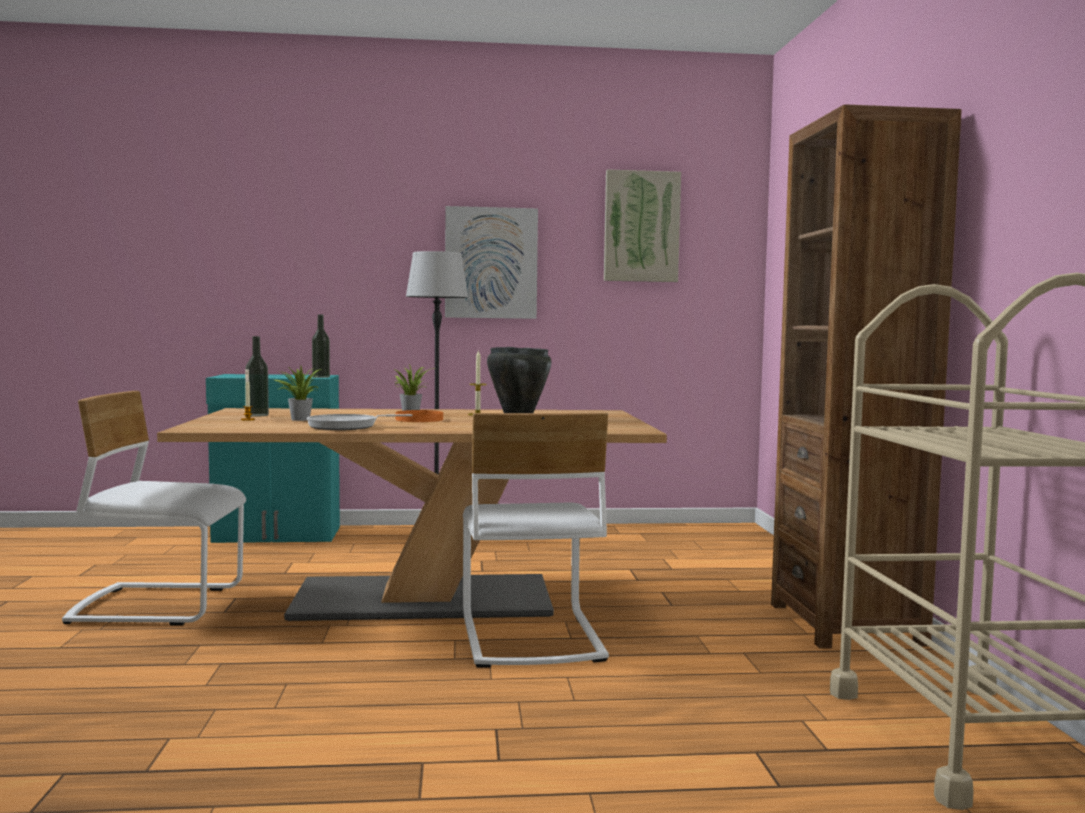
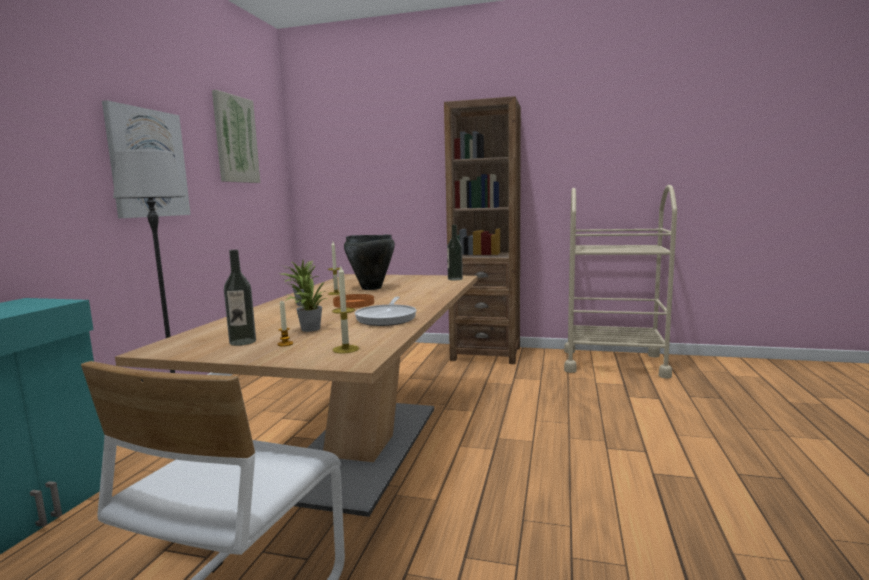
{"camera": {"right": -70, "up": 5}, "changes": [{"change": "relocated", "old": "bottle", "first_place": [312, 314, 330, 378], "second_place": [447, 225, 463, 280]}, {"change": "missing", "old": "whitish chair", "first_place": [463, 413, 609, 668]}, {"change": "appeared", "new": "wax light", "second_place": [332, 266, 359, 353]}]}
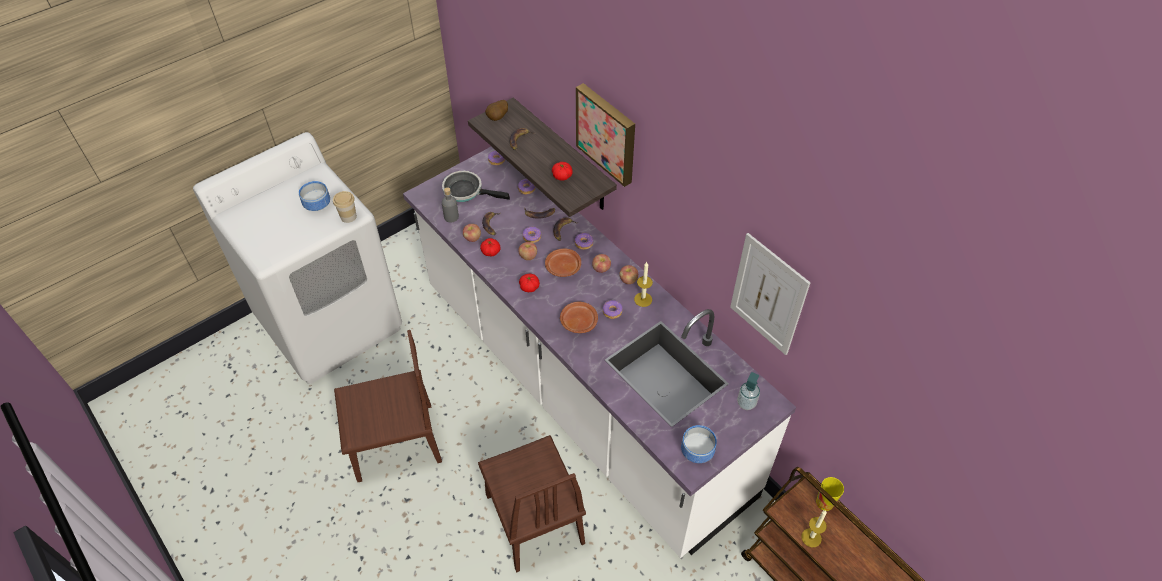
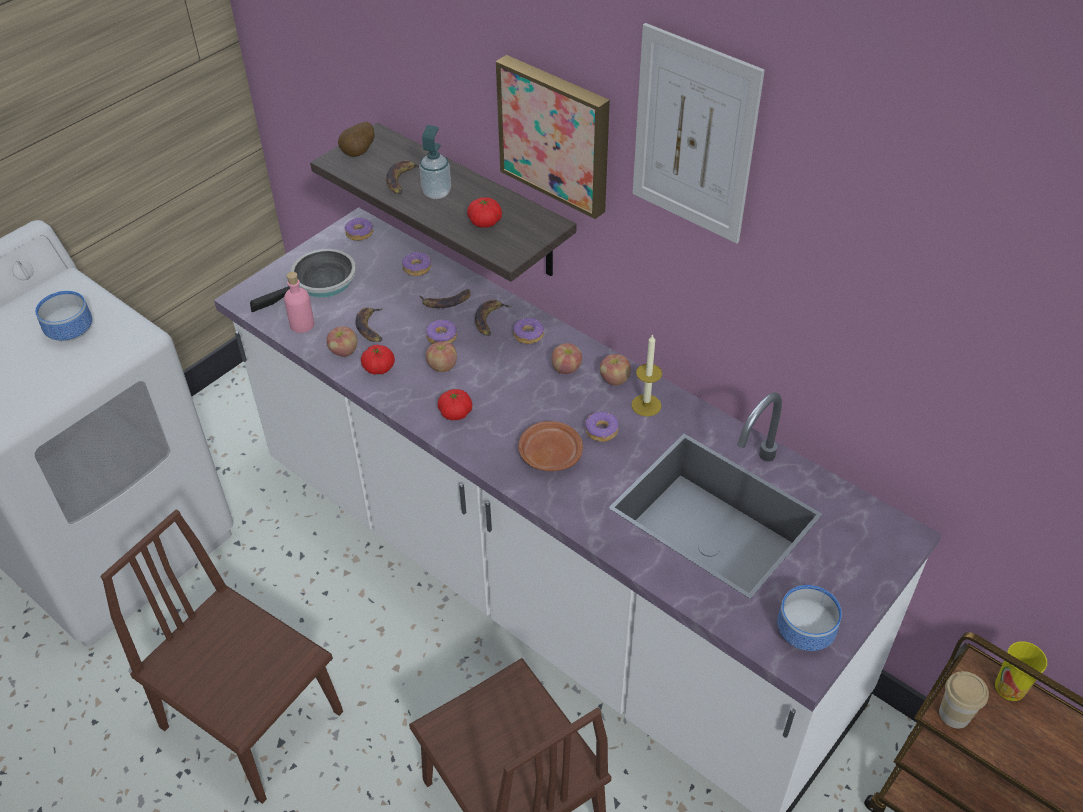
{"camera": {"right": -10, "up": -5}, "changes": [{"change": "relocated", "old": "cup", "first_place": [333, 191, 357, 223], "second_place": [939, 671, 989, 728]}, {"change": "spun", "old": "brown-coloured chair", "first_place": [334, 330, 442, 482], "second_place": [101, 510, 343, 804], "degrees": -120}, {"change": "spun", "old": "pan", "first_place": [442, 171, 510, 202], "second_place": [250, 249, 356, 312], "degrees": 135}, {"change": "colour", "old": "grey bottle", "new": "pinkish bottle", "first_place": [442, 187, 459, 223], "second_place": [284, 272, 314, 333]}, {"change": "missing", "old": "brown-coloured flat dish", "first_place": [545, 249, 581, 277]}, {"change": "relocated", "old": "picture", "first_place": [730, 233, 811, 355], "second_place": [632, 23, 765, 244]}, {"change": "relocated", "old": "soap bottle", "first_place": [737, 372, 760, 410], "second_place": [419, 125, 451, 199]}, {"change": "missing", "old": "wax light", "first_place": [801, 510, 827, 547]}]}
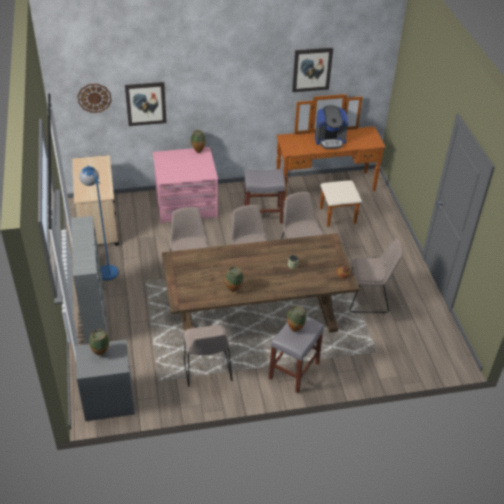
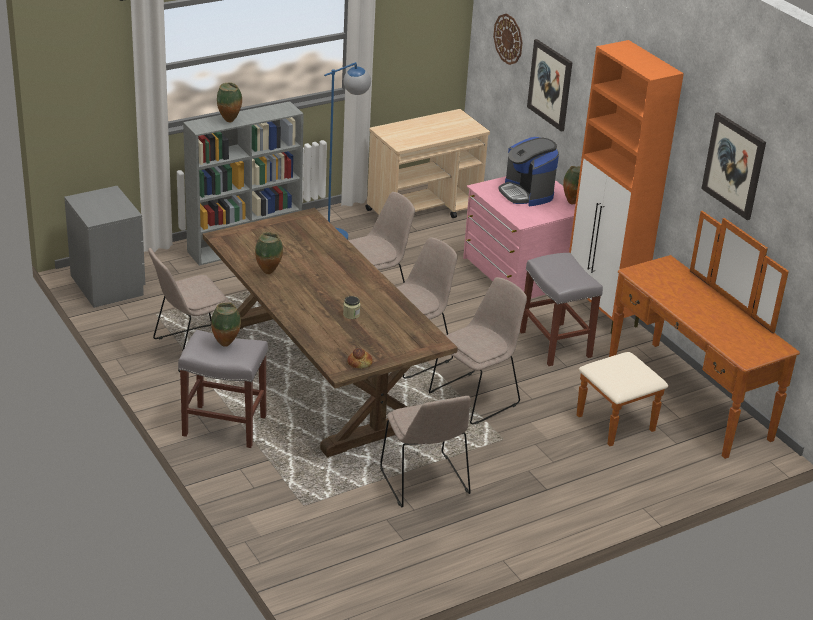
{"camera": {"right": 70, "up": -10}, "changes": [{"change": "relocated", "old": "vase", "first_place": [89, 329, 109, 356], "second_place": [217, 82, 242, 122]}, {"change": "relocated", "old": "coffee brewer", "first_place": [315, 105, 348, 149], "second_place": [499, 137, 559, 206]}, {"change": "appeared", "new": "orange storage cabinet", "second_place": [569, 40, 684, 335]}]}
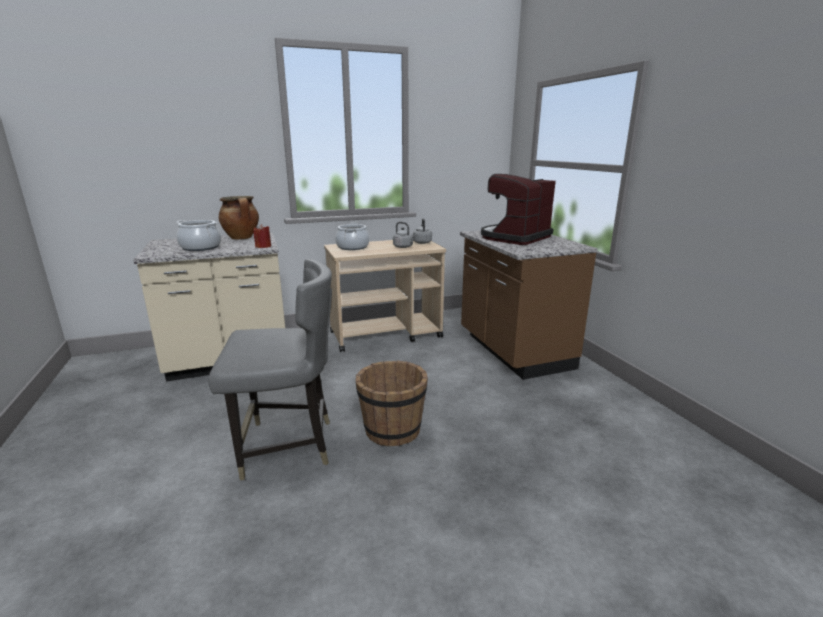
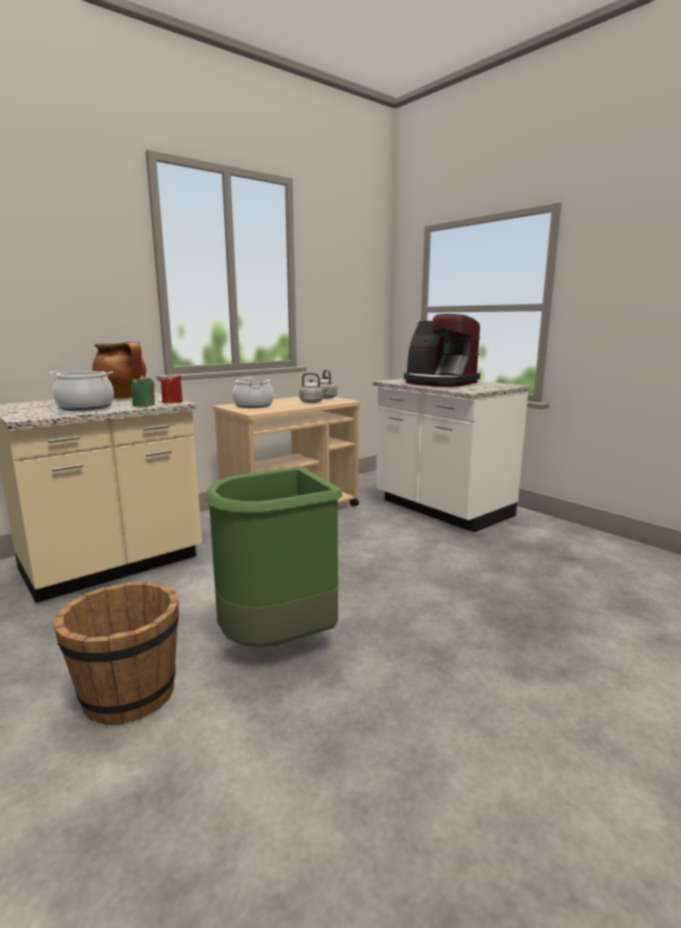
{"camera": {"right": -20, "up": -5}, "changes": [{"change": "exchanged", "old": "grey chair", "new": "green rubbish bin", "first_place": [208, 259, 332, 480], "second_place": [204, 467, 342, 647]}, {"change": "relocated", "old": "brown-coloured bucket", "first_place": [355, 361, 428, 446], "second_place": [54, 581, 179, 725]}, {"change": "colour", "old": "brown-coloured kitchen base unit", "new": "whitish kitchen base unit", "first_place": [460, 230, 598, 380], "second_place": [373, 378, 530, 532]}, {"change": "spun", "old": "coffee brewer", "first_place": [481, 174, 556, 245], "second_place": [404, 314, 480, 387], "degrees": -75}, {"change": "appeared", "new": "green wax light", "second_place": [131, 375, 155, 406]}]}
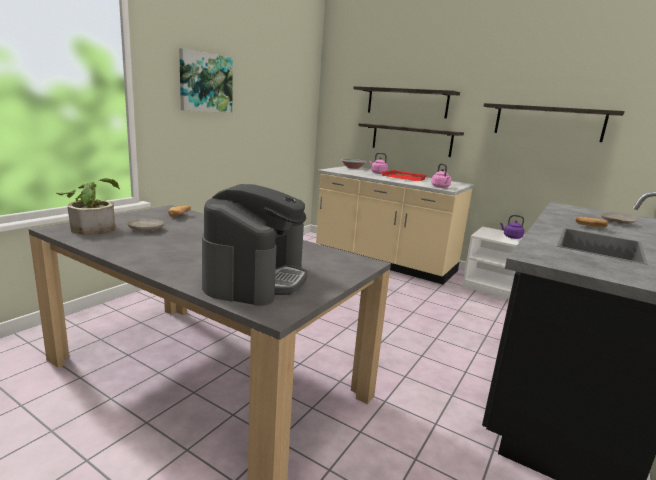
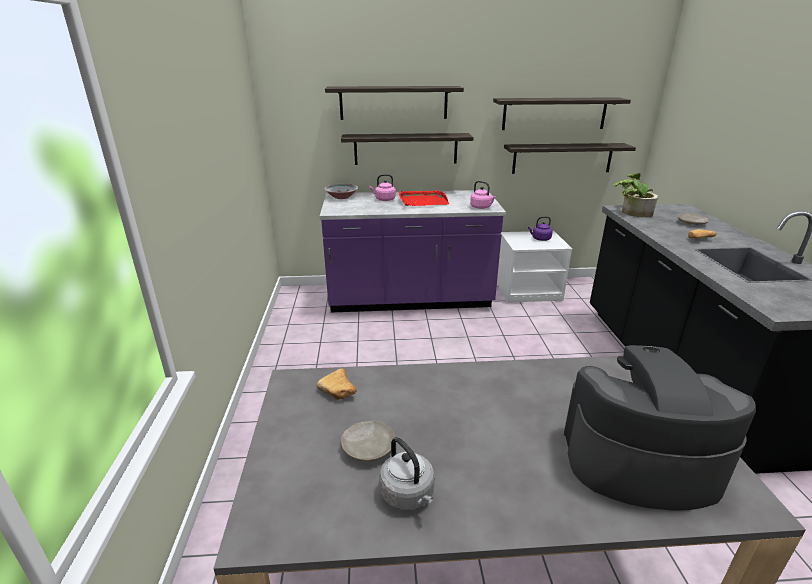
{"camera": {"right": -35, "up": 10}, "changes": [{"change": "relocated", "old": "houseplant", "first_place": [56, 178, 120, 235], "second_place": [613, 173, 658, 217]}, {"change": "missing", "old": "picture", "first_place": [179, 48, 233, 113]}, {"change": "spun", "old": "coffee brewer", "first_place": [202, 184, 307, 306], "second_place": [564, 345, 756, 510], "degrees": -60}, {"change": "colour", "old": "beige-coloured kitchen base unit", "new": "purple-coloured kitchen base unit", "first_place": [316, 166, 474, 284], "second_place": [320, 190, 506, 312]}, {"change": "appeared", "new": "grey kettle", "second_place": [379, 437, 435, 511]}, {"change": "appeared", "new": "bracket shelf", "second_place": [504, 143, 636, 174]}]}
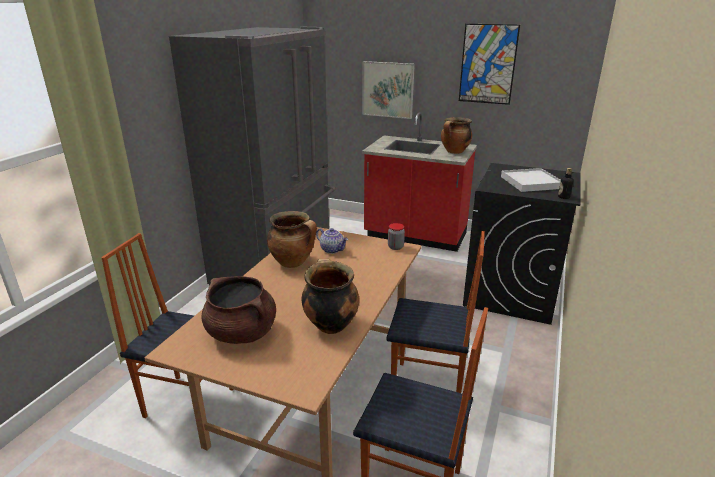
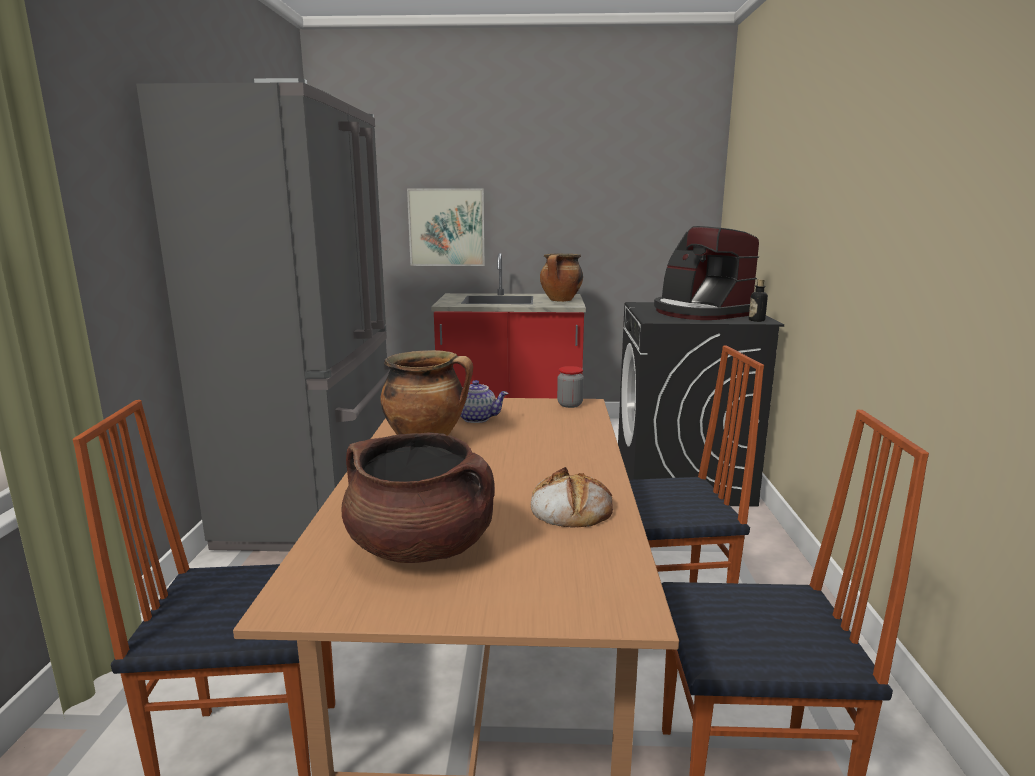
{"camera": {"right": -20, "up": -10}, "changes": [{"change": "exchanged", "old": "saucepot", "new": "baked bread", "first_place": [301, 259, 359, 334], "second_place": [531, 467, 613, 527]}, {"change": "missing", "old": "picture", "first_place": [459, 24, 520, 105]}, {"change": "exchanged", "old": "whitish serving tray", "new": "coffee brewer", "first_place": [501, 168, 561, 192], "second_place": [654, 226, 759, 320]}]}
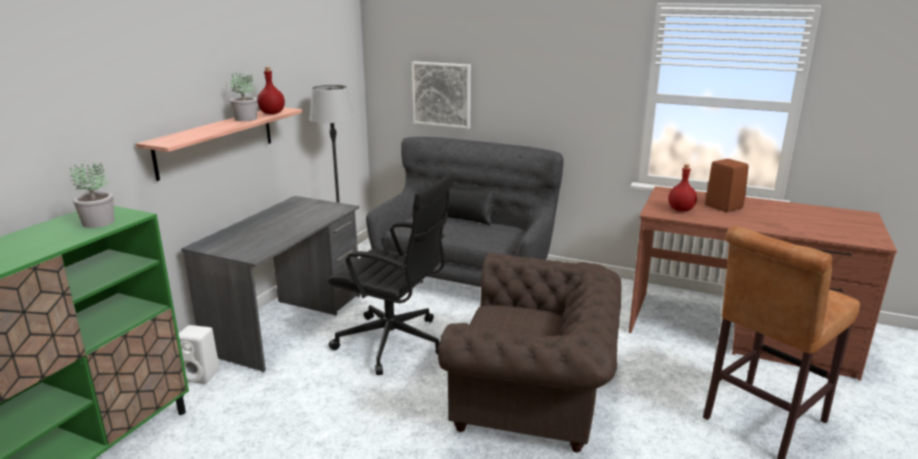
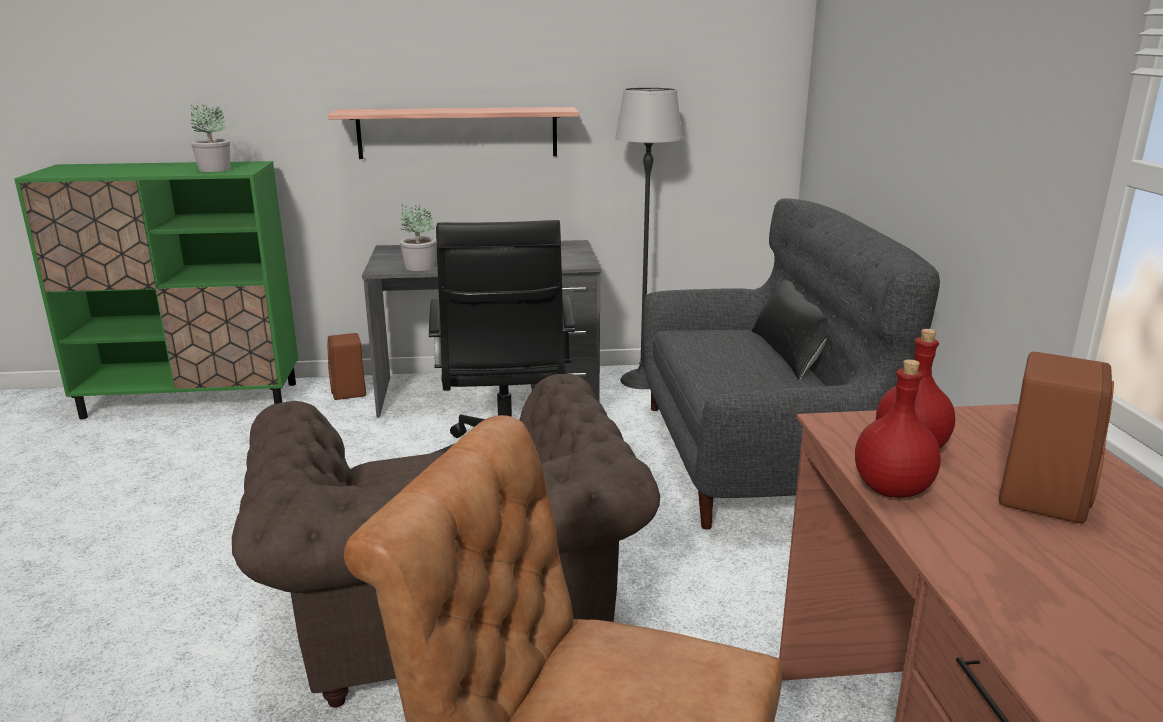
{"camera": {"right": 60, "up": 0}, "changes": [{"change": "colour", "old": "whitish speaker", "new": "brown-coloured speaker", "first_place": [179, 325, 220, 384], "second_place": [327, 333, 366, 400]}, {"change": "relocated", "old": "houseplant", "first_place": [230, 73, 257, 121], "second_place": [400, 203, 436, 271]}, {"change": "relocated", "old": "red bottle", "first_place": [257, 67, 285, 114], "second_place": [855, 359, 941, 498]}, {"change": "missing", "old": "picture", "first_place": [412, 61, 471, 129]}]}
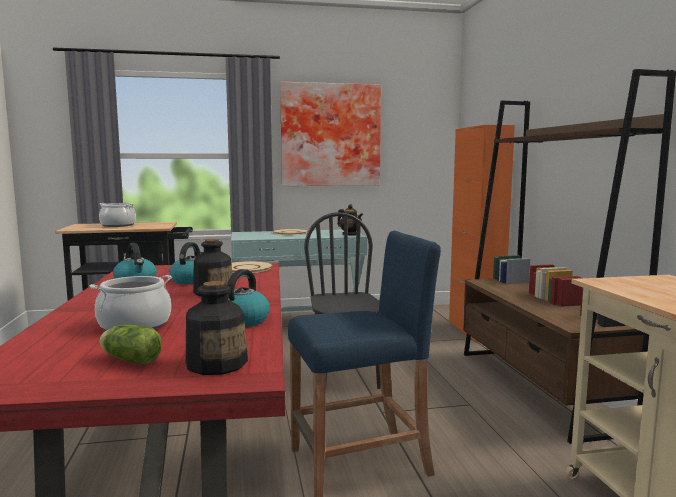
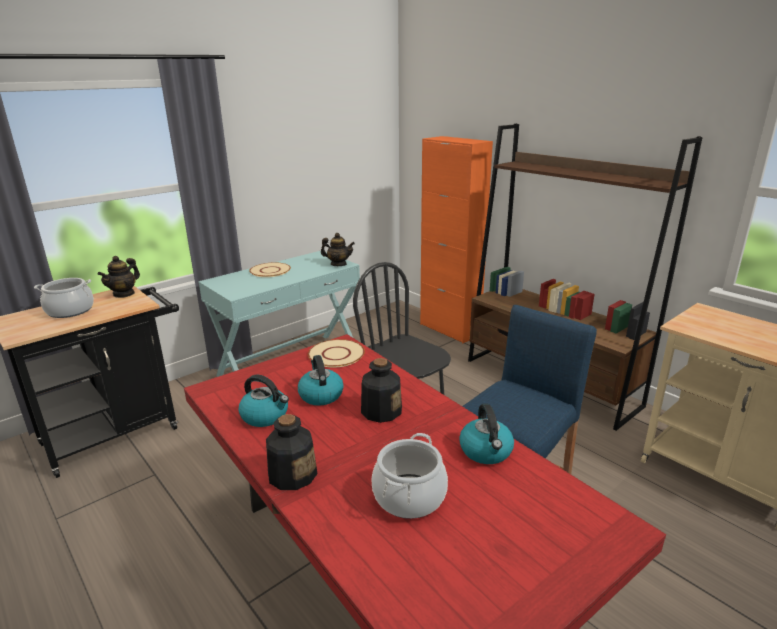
{"camera": {"right": -30, "up": 15}, "changes": [{"change": "missing", "old": "lettuce", "first_place": [99, 325, 162, 365]}, {"change": "relocated", "old": "bottle", "first_place": [186, 281, 248, 375], "second_place": [266, 414, 318, 490]}, {"change": "missing", "old": "picture", "first_place": [280, 82, 381, 186]}, {"change": "appeared", "new": "teapot", "second_place": [98, 256, 140, 298]}]}
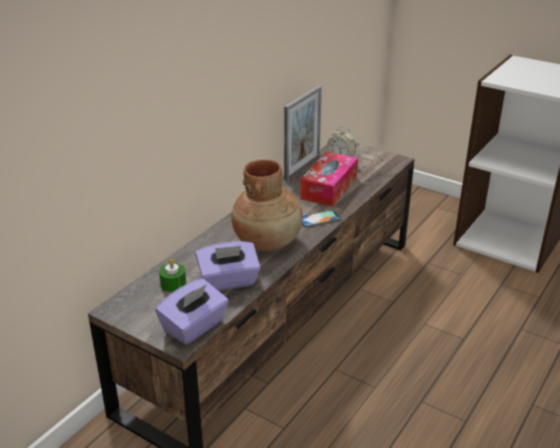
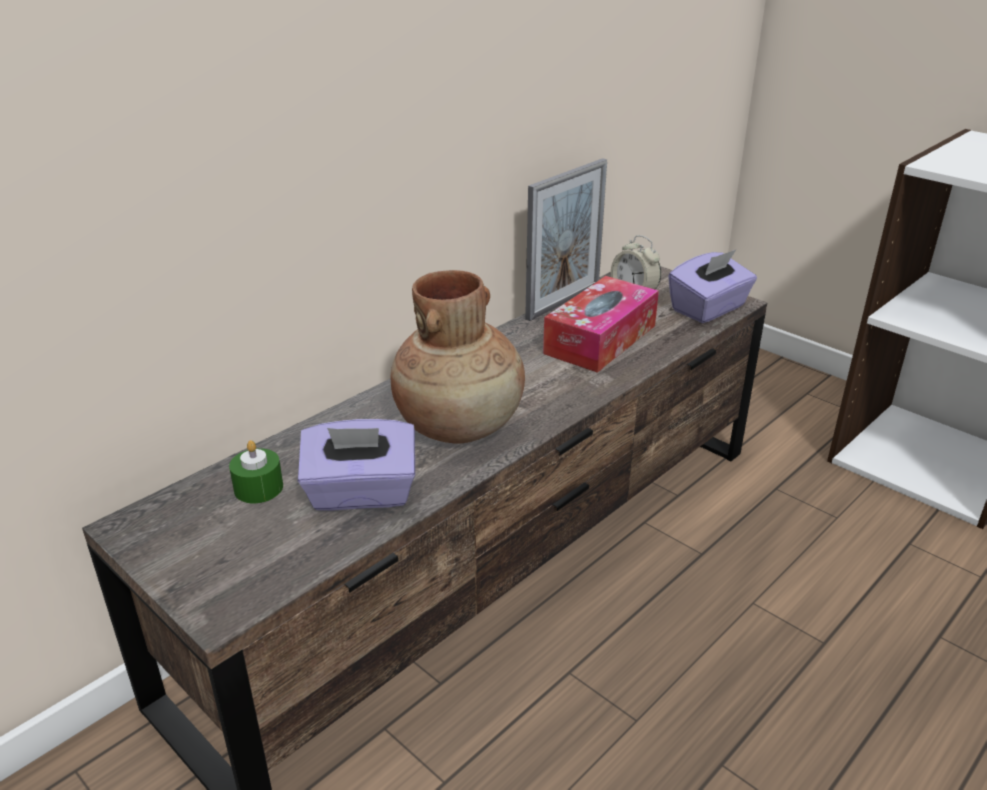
{"camera": {"right": 10, "up": 0}, "changes": [{"change": "relocated", "old": "purple-coloured tissue holder", "first_place": [155, 278, 229, 345], "second_place": [668, 249, 757, 323]}, {"change": "missing", "old": "handset", "first_place": [302, 210, 341, 228]}]}
